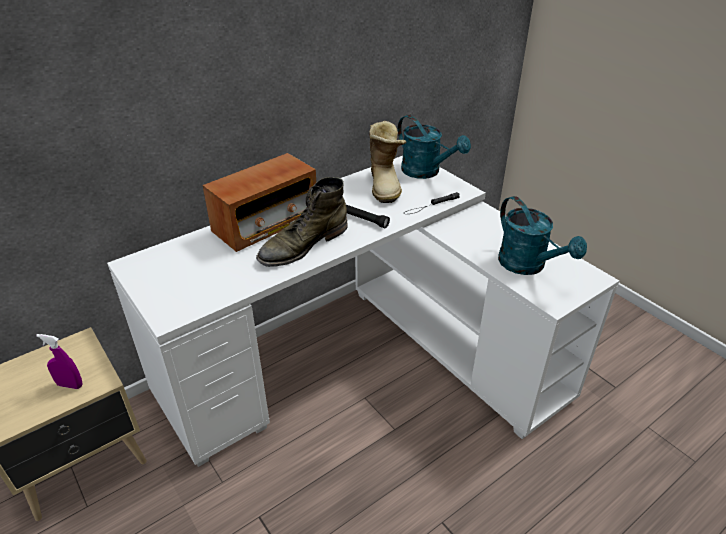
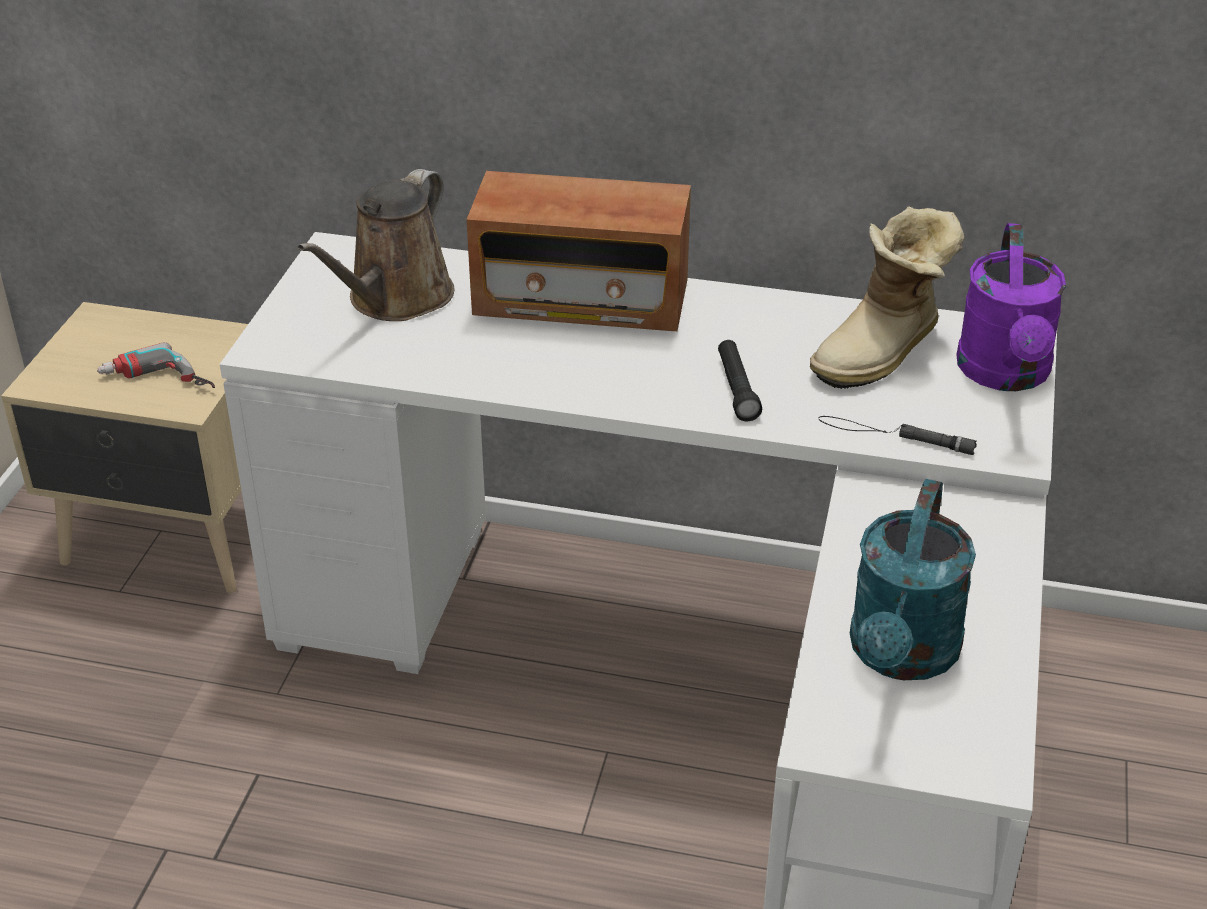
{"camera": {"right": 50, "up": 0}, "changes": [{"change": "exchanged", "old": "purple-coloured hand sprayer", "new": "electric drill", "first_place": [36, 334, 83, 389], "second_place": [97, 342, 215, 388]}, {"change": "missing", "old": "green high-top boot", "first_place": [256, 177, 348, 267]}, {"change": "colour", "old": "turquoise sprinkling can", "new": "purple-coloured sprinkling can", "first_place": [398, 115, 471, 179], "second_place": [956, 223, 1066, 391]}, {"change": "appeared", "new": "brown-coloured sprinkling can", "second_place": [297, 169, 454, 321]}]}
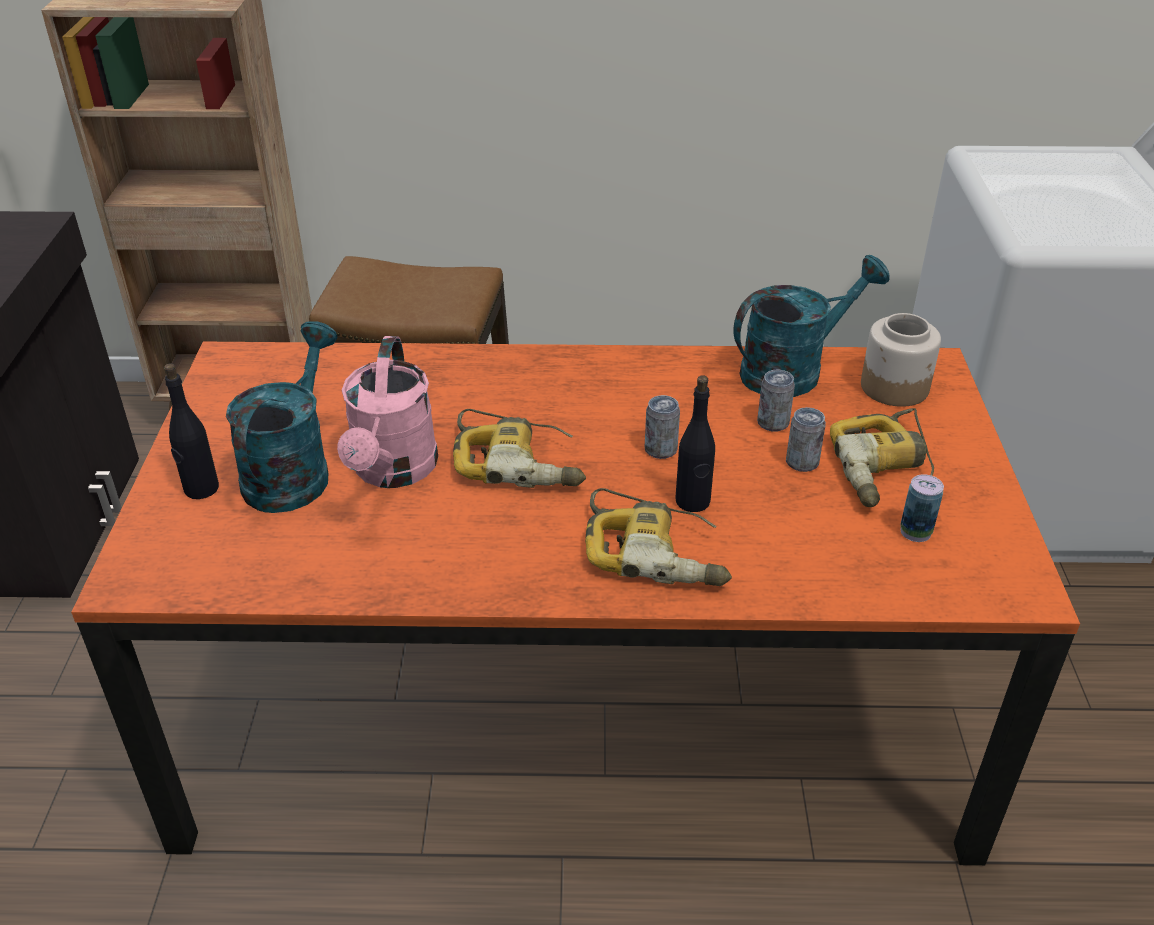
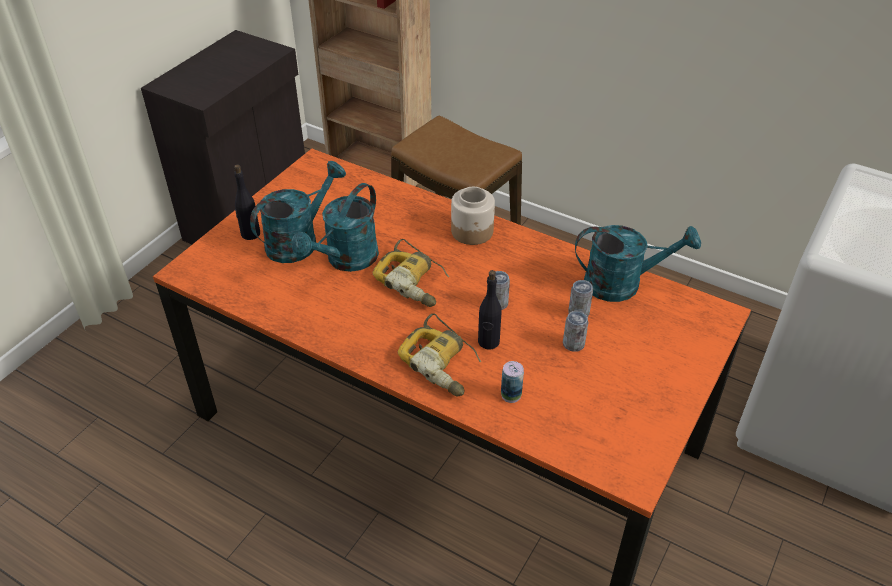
{"camera": {"right": 30, "up": 5}, "changes": [{"change": "colour", "old": "pinkish sprinkling can", "new": "turquoise sprinkling can", "first_place": [337, 336, 438, 488], "second_place": [291, 183, 379, 272]}, {"change": "missing", "old": "electric drill", "first_place": [830, 408, 934, 507]}, {"change": "relocated", "old": "preserve jar", "first_place": [861, 313, 941, 407], "second_place": [451, 187, 495, 245]}, {"change": "relocated", "old": "can", "first_place": [900, 474, 944, 542], "second_place": [501, 361, 524, 403]}]}
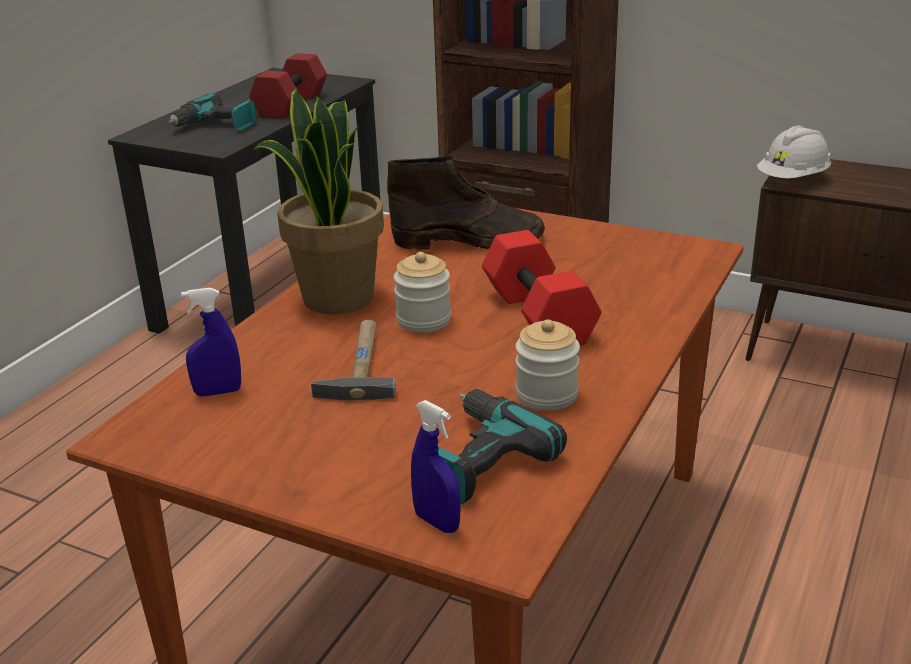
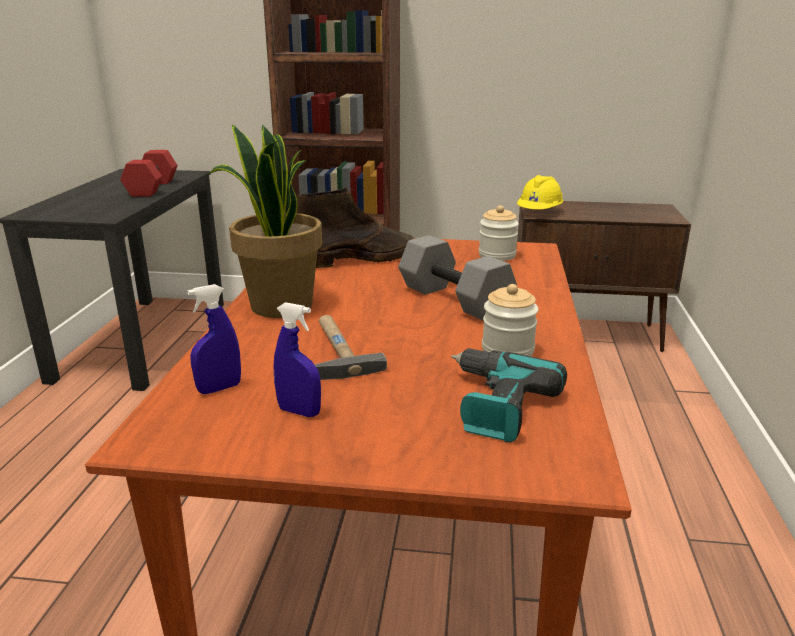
{"camera": {"right": -20, "up": -5}, "changes": [{"change": "missing", "old": "electric drill", "first_place": [168, 93, 256, 131]}, {"change": "relocated", "old": "preserve jar", "first_place": [394, 252, 451, 333], "second_place": [479, 205, 519, 261]}, {"change": "relocated", "old": "blue hand sprayer", "first_place": [411, 400, 461, 533], "second_place": [274, 302, 321, 417]}, {"change": "colour", "old": "red dumbbell", "new": "grey dumbbell", "first_place": [482, 230, 602, 346], "second_place": [398, 235, 517, 321]}, {"change": "colour", "old": "whitish safety helmet", "new": "yellow safety helmet", "first_place": [757, 126, 831, 179], "second_place": [517, 175, 563, 210]}]}
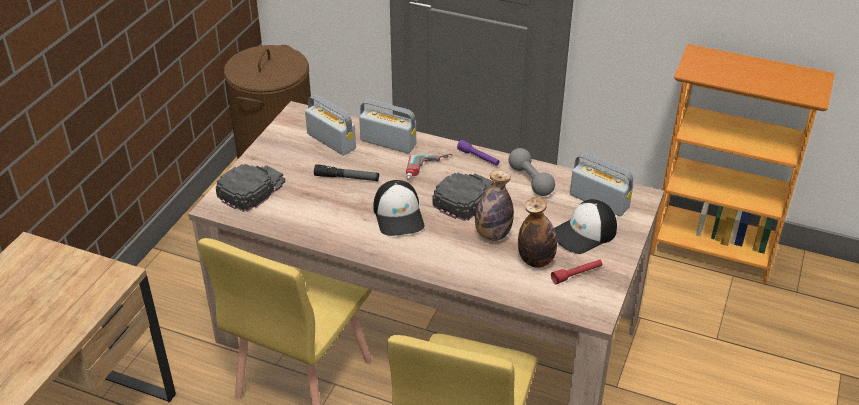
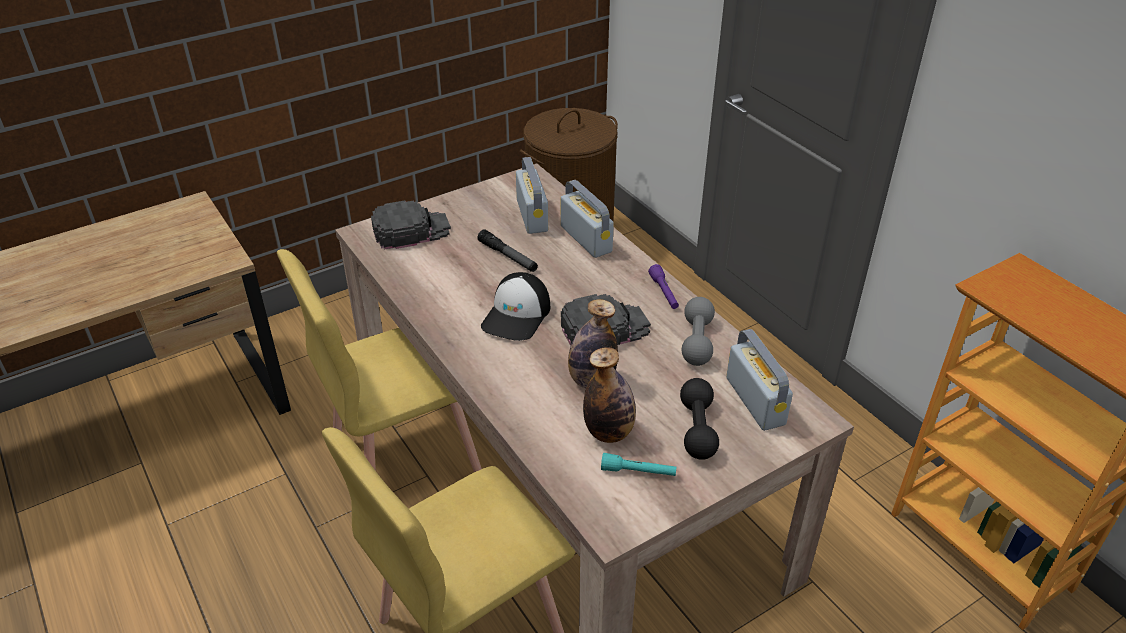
{"camera": {"right": 35, "up": 0}, "changes": [{"change": "missing", "old": "electric drill", "first_place": [406, 154, 453, 180]}, {"change": "colour", "old": "red torch", "new": "turquoise torch", "first_place": [551, 259, 602, 284], "second_place": [601, 453, 676, 476]}, {"change": "exchanged", "old": "cap", "new": "blackish dumbbell", "first_place": [554, 199, 617, 254], "second_place": [680, 378, 719, 460]}]}
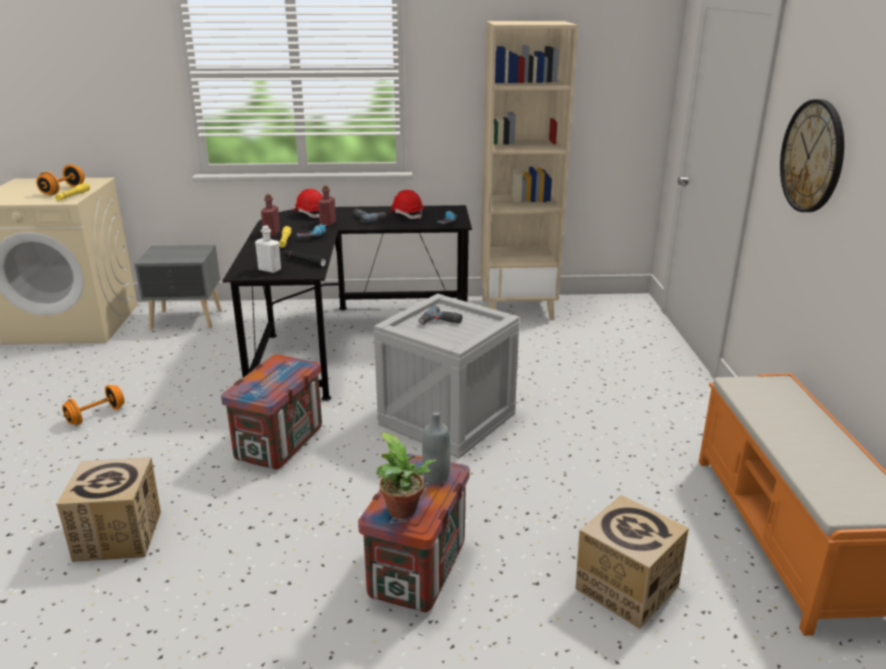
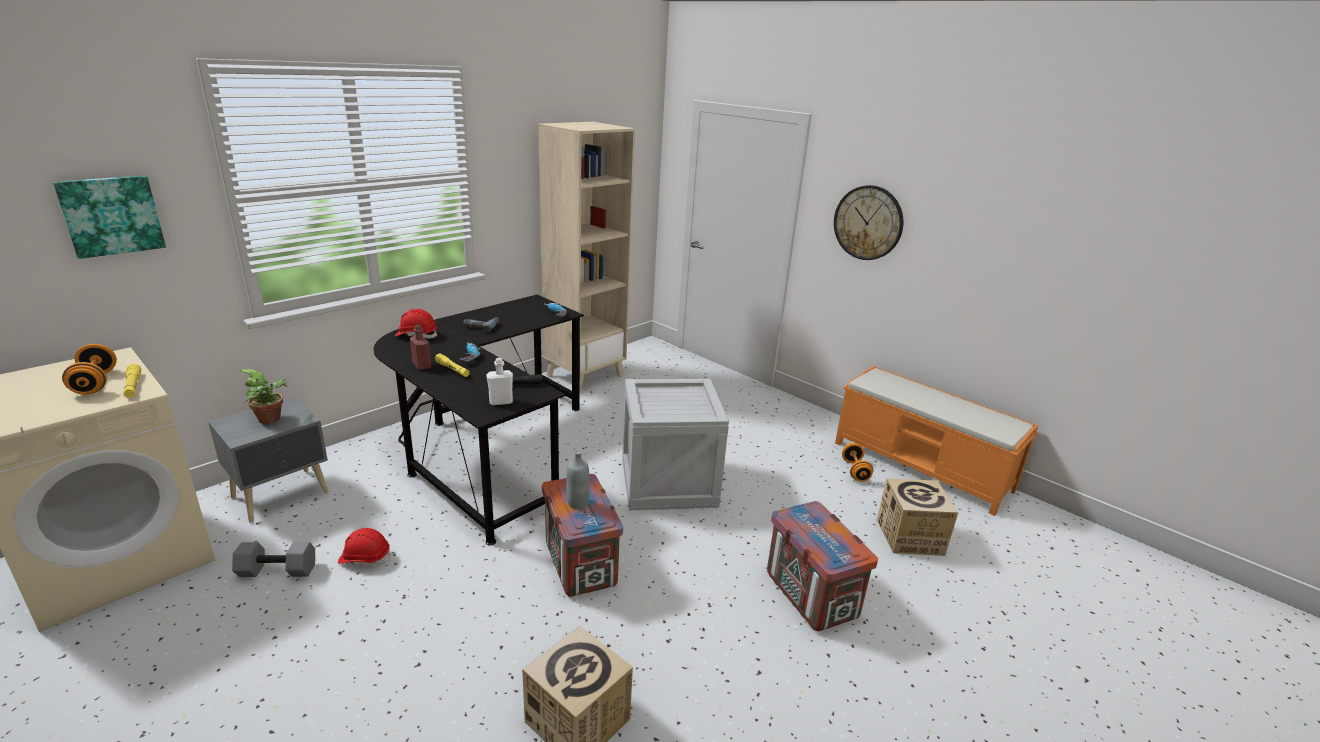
{"camera": {"right": -45, "up": 0}, "changes": [{"change": "relocated", "old": "orange dumbbell", "first_place": [62, 385, 125, 425], "second_place": [842, 443, 873, 482]}, {"change": "missing", "old": "red bottle", "first_place": [318, 186, 336, 226]}, {"change": "relocated", "old": "houseplant", "first_place": [376, 433, 438, 519], "second_place": [240, 369, 288, 424]}, {"change": "relocated", "old": "red safety helmet", "first_place": [389, 190, 424, 219], "second_place": [338, 528, 391, 566]}, {"change": "missing", "old": "electric drill", "first_place": [419, 306, 462, 325]}, {"change": "relocated", "old": "grey bottle", "first_place": [422, 411, 450, 484], "second_place": [567, 451, 590, 509]}, {"change": "appeared", "new": "picture", "second_place": [53, 176, 166, 259]}, {"change": "appeared", "new": "grey dumbbell", "second_place": [232, 542, 315, 577]}]}
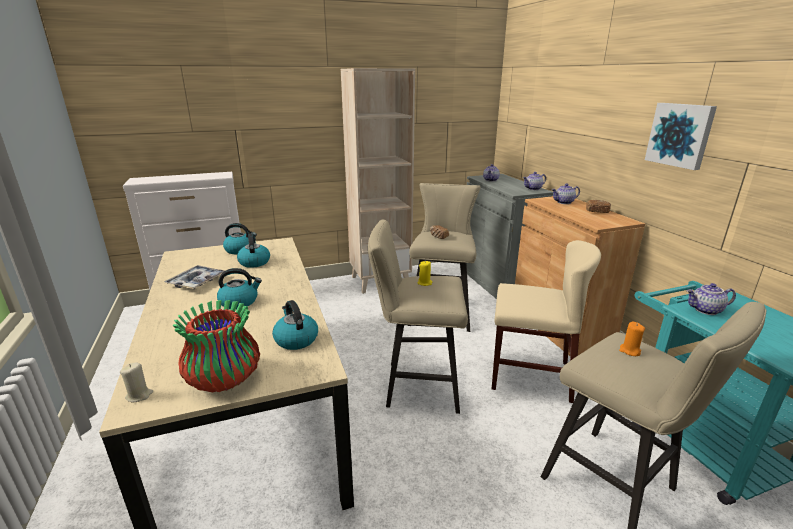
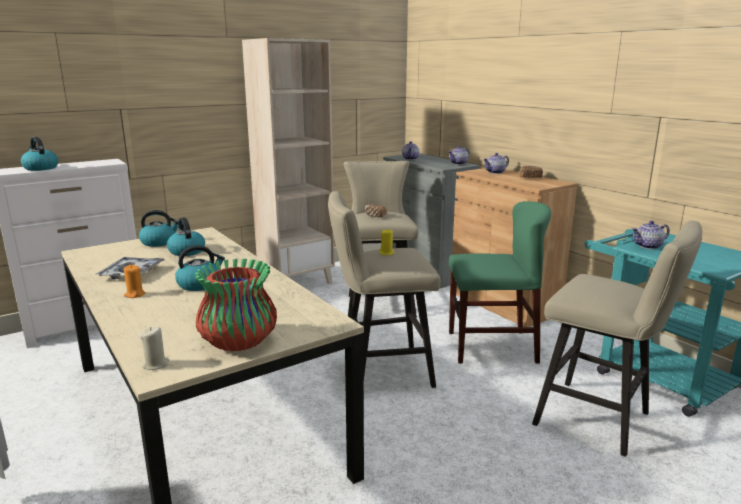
{"camera": {"right": -15, "up": -5}, "changes": [{"change": "relocated", "old": "kettle", "first_place": [272, 300, 318, 350], "second_place": [20, 137, 58, 171]}, {"change": "colour", "old": "beige-coloured chair", "new": "green chair", "first_place": [492, 240, 601, 403], "second_place": [449, 201, 551, 363]}, {"change": "relocated", "old": "orange wax light", "first_place": [619, 321, 645, 356], "second_place": [123, 265, 146, 298]}, {"change": "missing", "old": "picture", "first_place": [645, 103, 717, 170]}]}
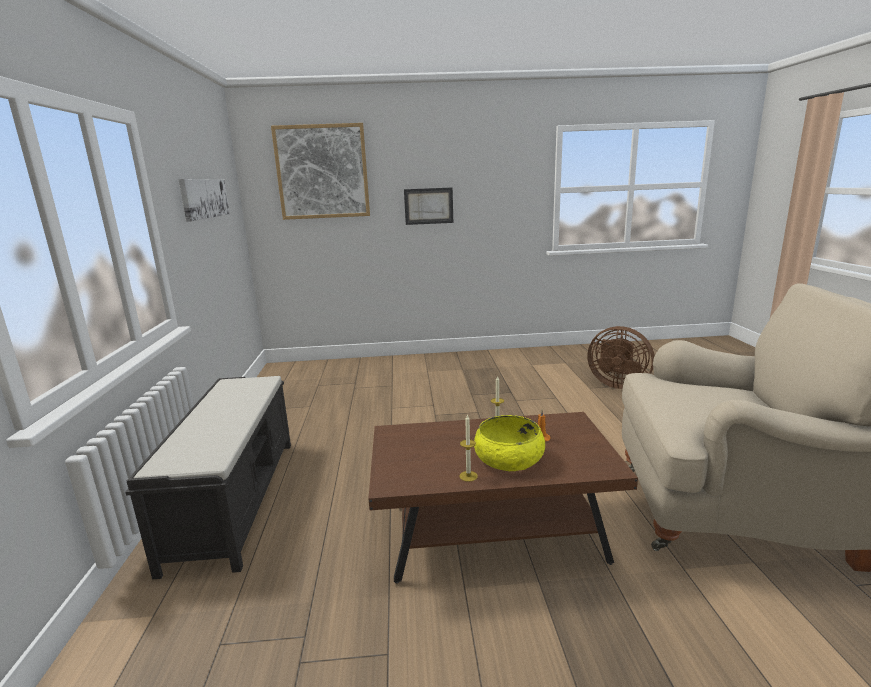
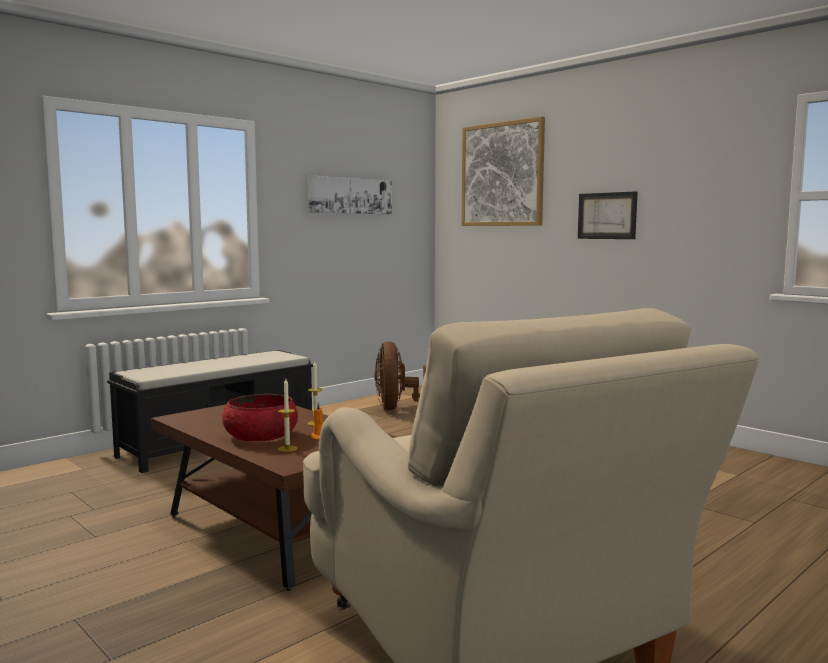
{"camera": {"right": 50, "up": -10}, "changes": [{"change": "relocated", "old": "wax light", "first_place": [459, 414, 478, 482], "second_place": [278, 379, 297, 452]}, {"change": "colour", "old": "yellow deep dish", "new": "red deep dish", "first_place": [474, 415, 545, 471], "second_place": [223, 394, 298, 441]}, {"change": "relocated", "old": "brown-coloured fan", "first_place": [587, 326, 655, 389], "second_place": [374, 341, 426, 410]}]}
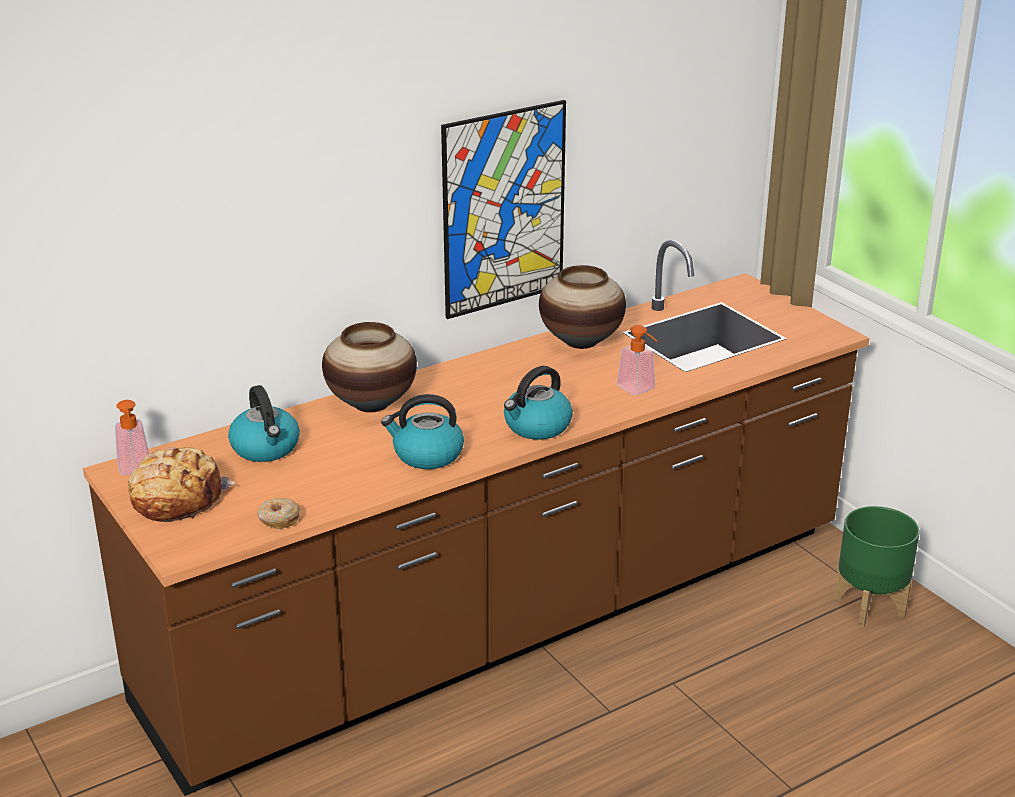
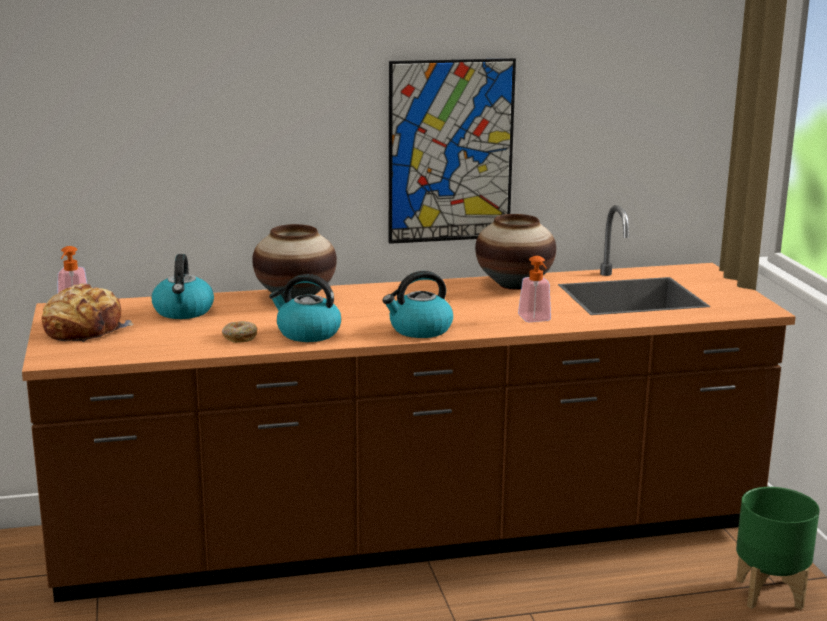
{"camera": {"right": 20, "up": -10}, "changes": [{"change": "relocated", "old": "doughnut", "first_place": [257, 498, 300, 529], "second_place": [222, 321, 257, 343]}]}
